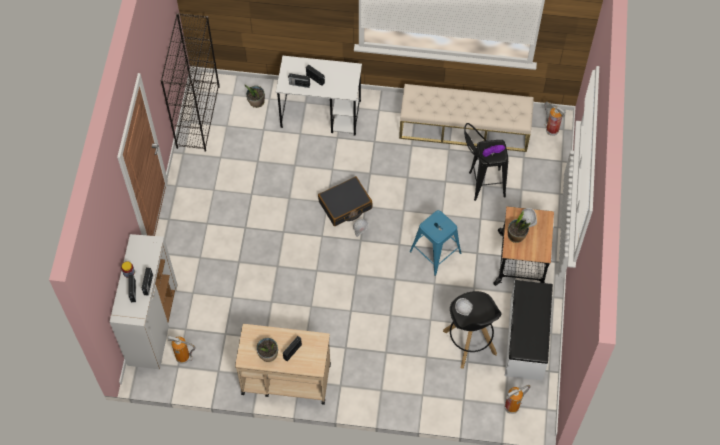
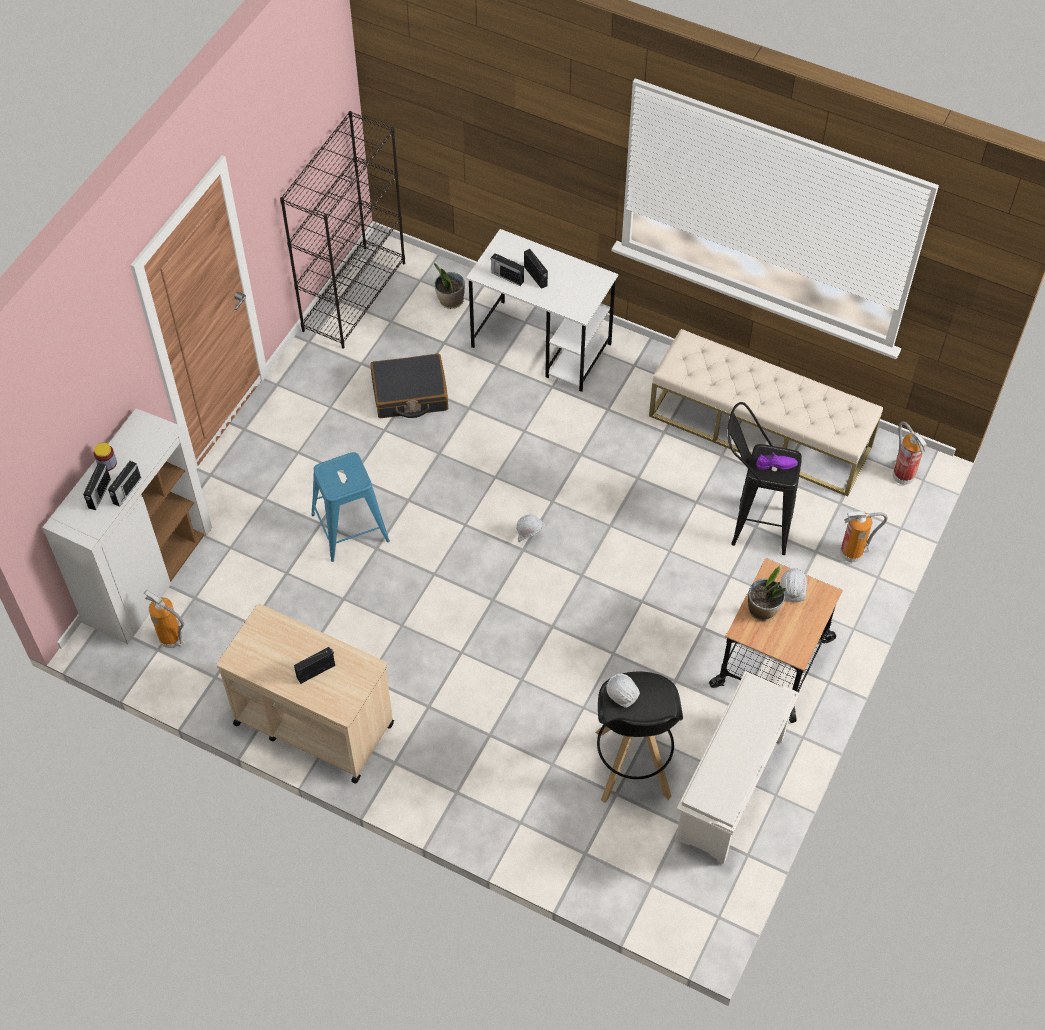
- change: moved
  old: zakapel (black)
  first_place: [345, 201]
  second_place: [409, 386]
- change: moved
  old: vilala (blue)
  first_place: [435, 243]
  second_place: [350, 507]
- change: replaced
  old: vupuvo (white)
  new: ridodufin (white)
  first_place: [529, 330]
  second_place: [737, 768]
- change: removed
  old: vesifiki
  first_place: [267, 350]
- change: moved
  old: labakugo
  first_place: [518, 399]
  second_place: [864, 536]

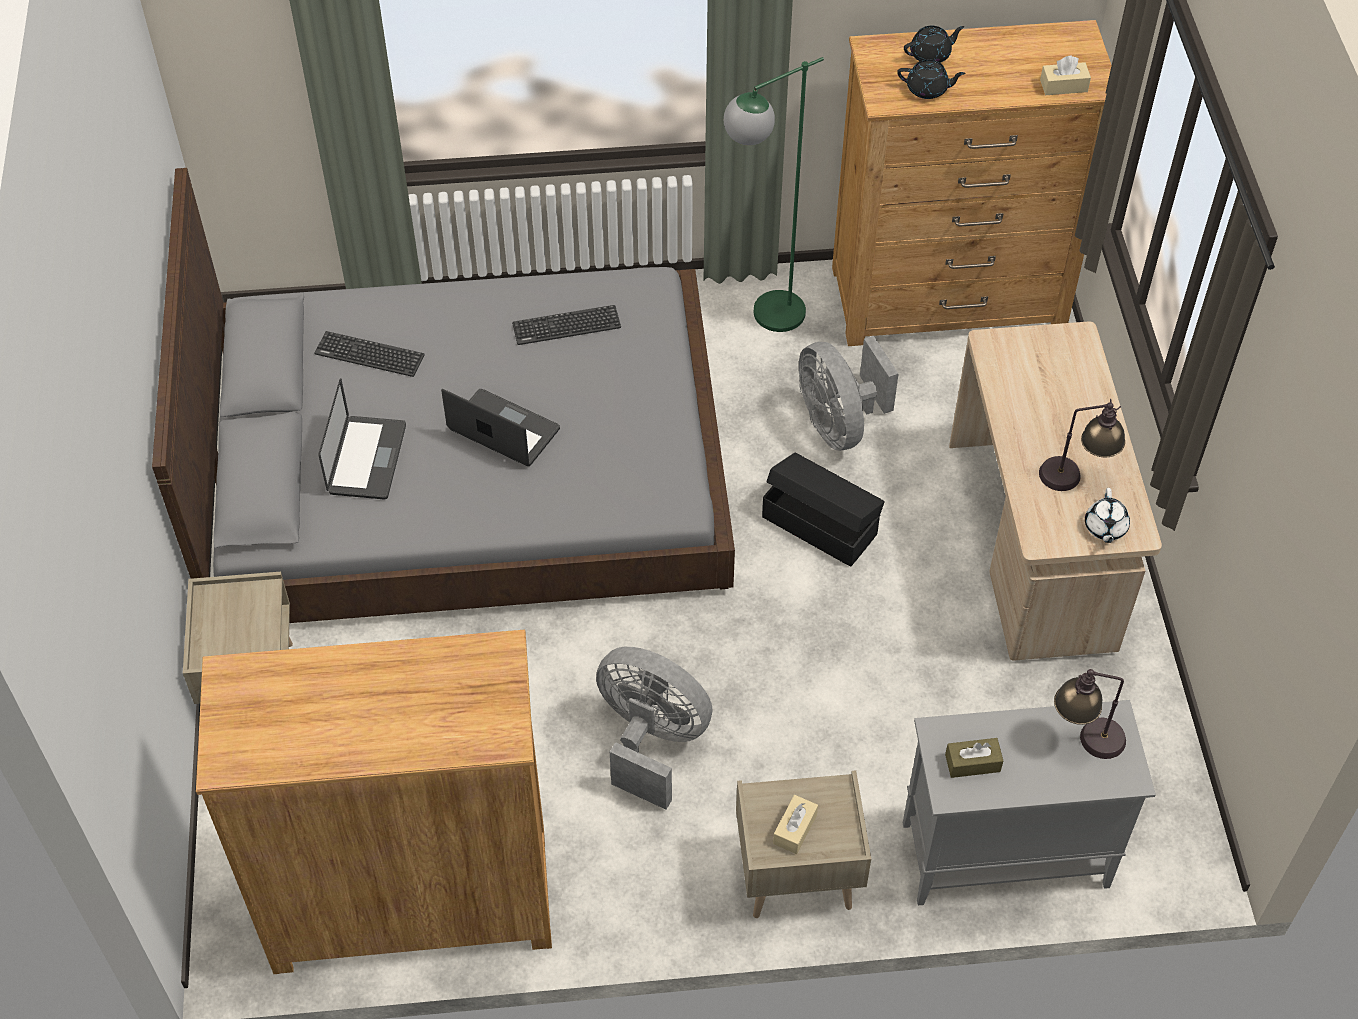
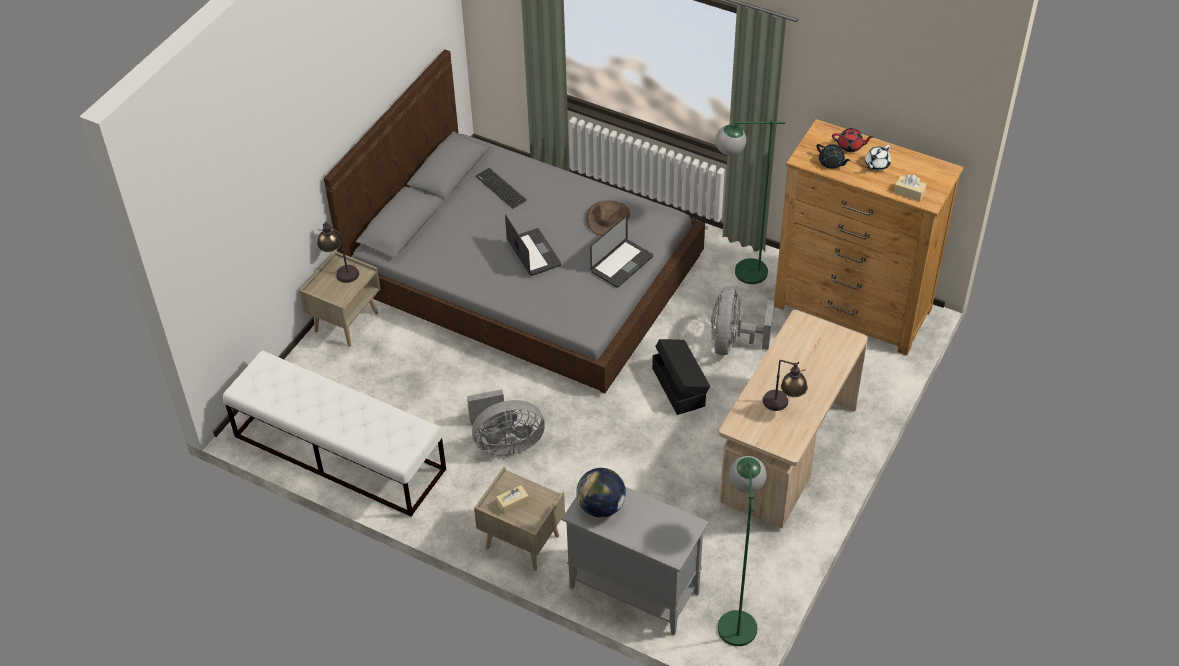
- change: recoloured
  old: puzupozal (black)
  new: puzupozal (red)
  first_place: [934, 44]
  second_place: [852, 140]
- change: replaced
  old: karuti
  new: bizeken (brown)
  first_place: [566, 325]
  second_place: [608, 218]
- change: moved
  old: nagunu
  first_place: [362, 439]
  second_place: [621, 251]
- change: moved
  old: puzupozal (white)
  first_place: [1107, 515]
  second_place: [878, 158]
- change: replaced
  old: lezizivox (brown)
  new: vupuvo (white)
  first_place: [374, 802]
  second_place: [334, 434]
- change: turned
  old: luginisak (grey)
  first_place: [654, 728]
  second_place: [506, 422]
  degrees: 105
- change: moved
  old: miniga
  first_place: [1090, 714]
  second_place: [338, 252]
- change: replaced
  old: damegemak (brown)
  new: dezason
  first_place: [974, 758]
  second_place: [601, 493]
- change: added
  new: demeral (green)
  second_place: [742, 551]

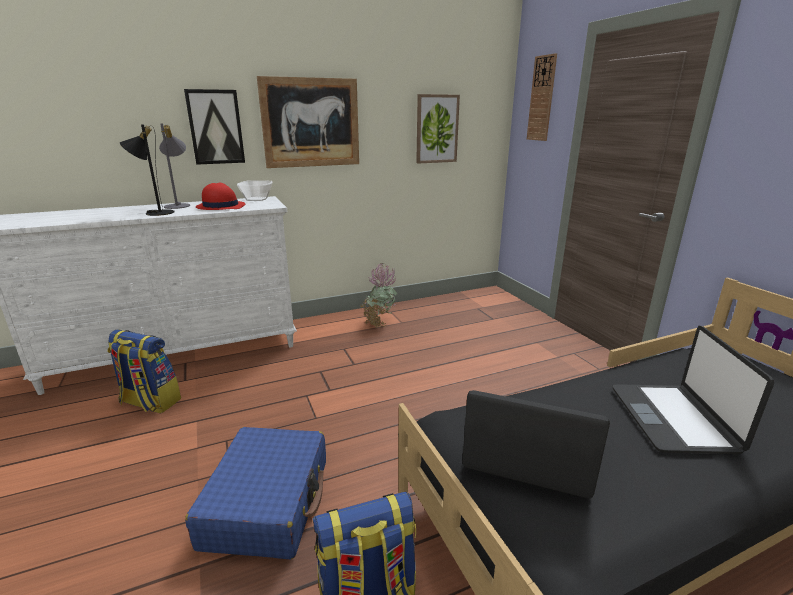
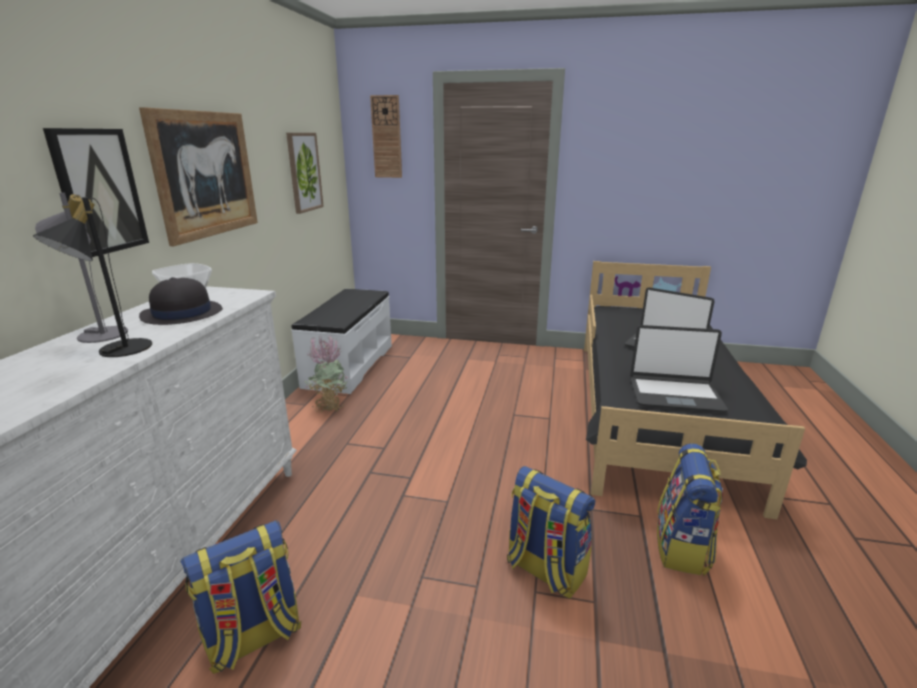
- change: recoloured
  old: bizeken (red)
  new: bizeken (black)
  first_place: [220, 196]
  second_place: [181, 301]
- change: turned
  old: nagunu
  first_place: [536, 444]
  second_place: [679, 369]
  degrees: -135
- change: replaced
  old: zakapel (blue)
  new: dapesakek
  first_place: [255, 493]
  second_place: [551, 532]
- change: added
  new: vupuvo (white)
  second_place: [341, 341]

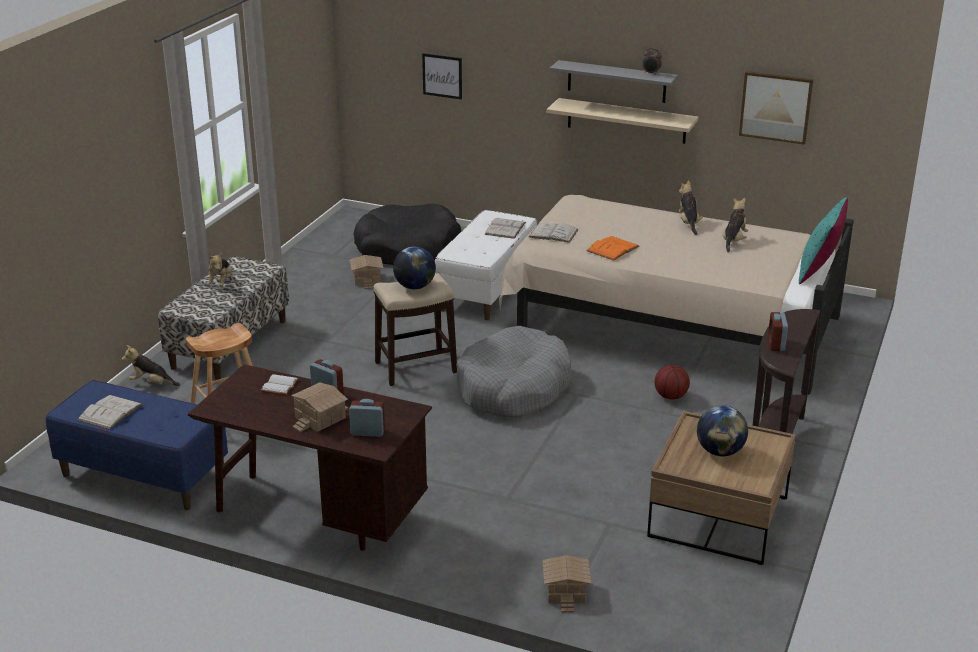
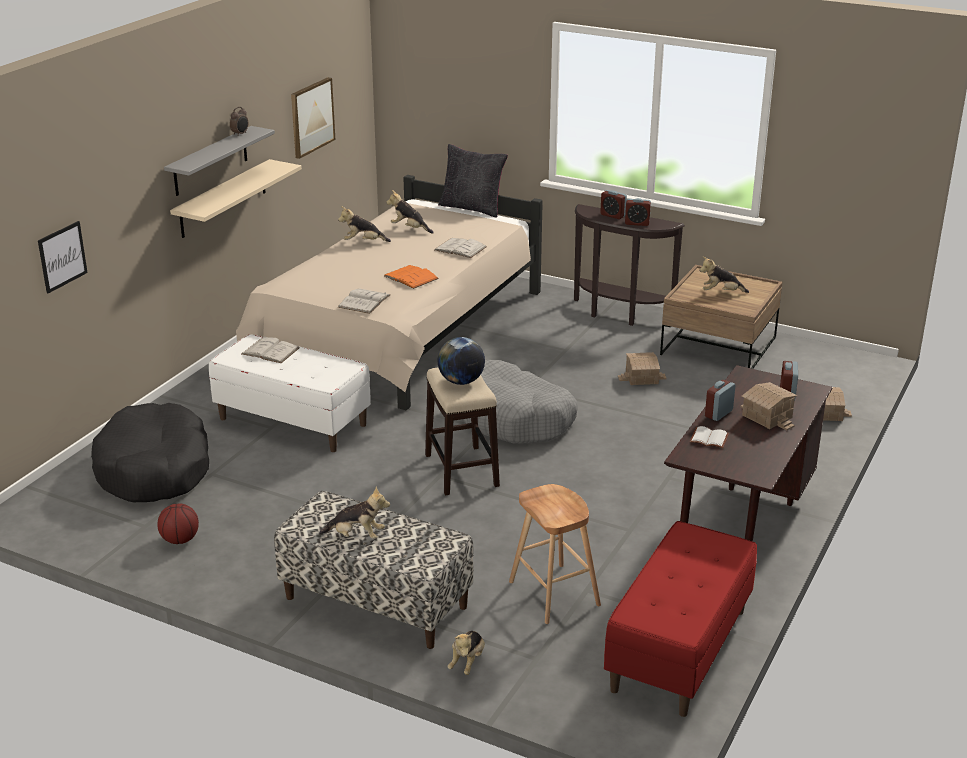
- change: recoloured
  old: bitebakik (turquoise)
  new: bitebakik (black)
  first_place: [823, 240]
  second_place: [473, 180]
- change: moved
  old: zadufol
  first_place: [366, 272]
  second_place: [642, 368]
- change: moved
  old: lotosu
  first_place: [672, 382]
  second_place: [178, 524]
- change: recoloured
  old: vupuvo (blue)
  new: vupuvo (red)
  first_place: [137, 445]
  second_place: [680, 619]
- change: moved
  old: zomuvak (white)
  first_place: [110, 412]
  second_place: [461, 248]
- change: replaced
  old: dezason
  new: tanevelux
  first_place: [722, 430]
  second_place: [724, 274]
- change: added
  new: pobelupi
  second_place: [613, 204]

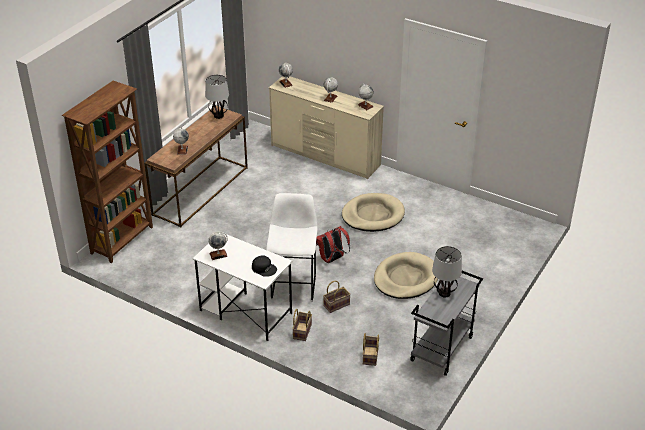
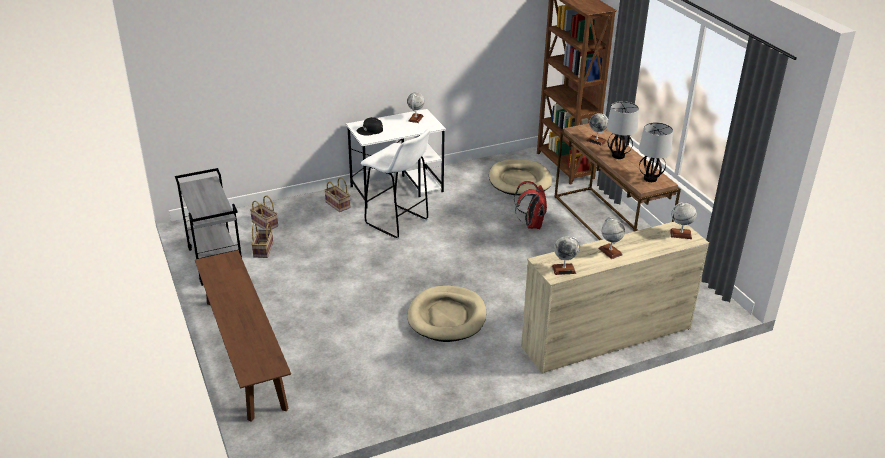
- change: moved
  old: dapesakek (red)
  first_place: [333, 244]
  second_place: [530, 205]
- change: moved
  old: miniga
  first_place: [447, 271]
  second_place: [623, 130]
- change: moved
  old: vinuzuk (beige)
  first_place: [406, 275]
  second_place: [520, 177]
- change: moved
  old: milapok
  first_place: [337, 297]
  second_place: [262, 240]
- change: added
  new: vupuvo (brown)
  second_place: [243, 335]

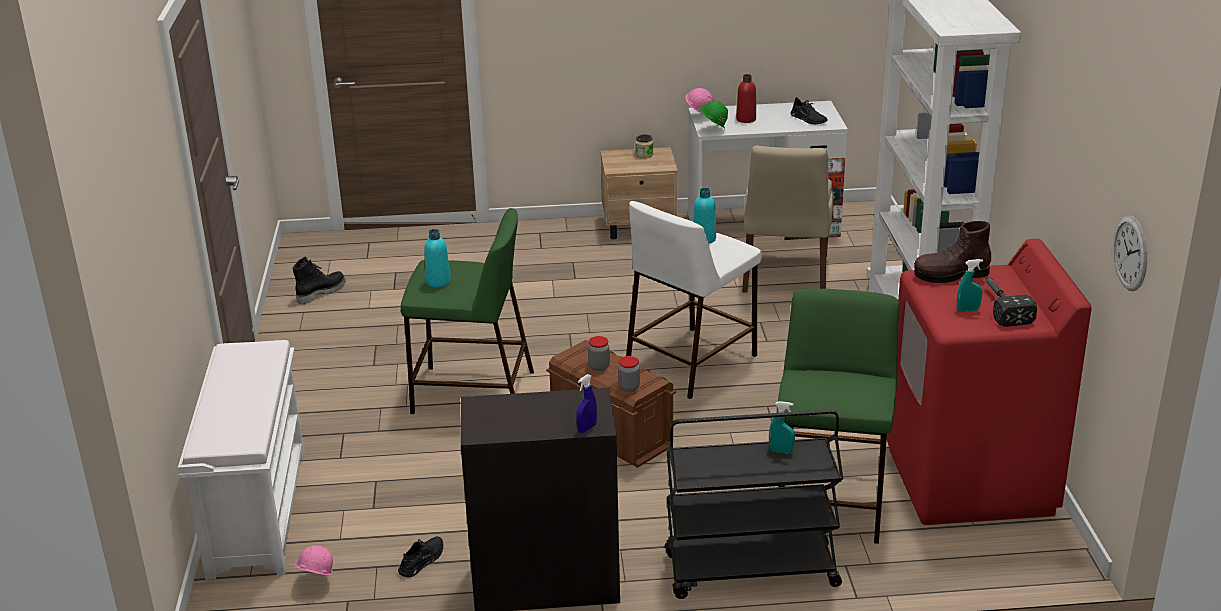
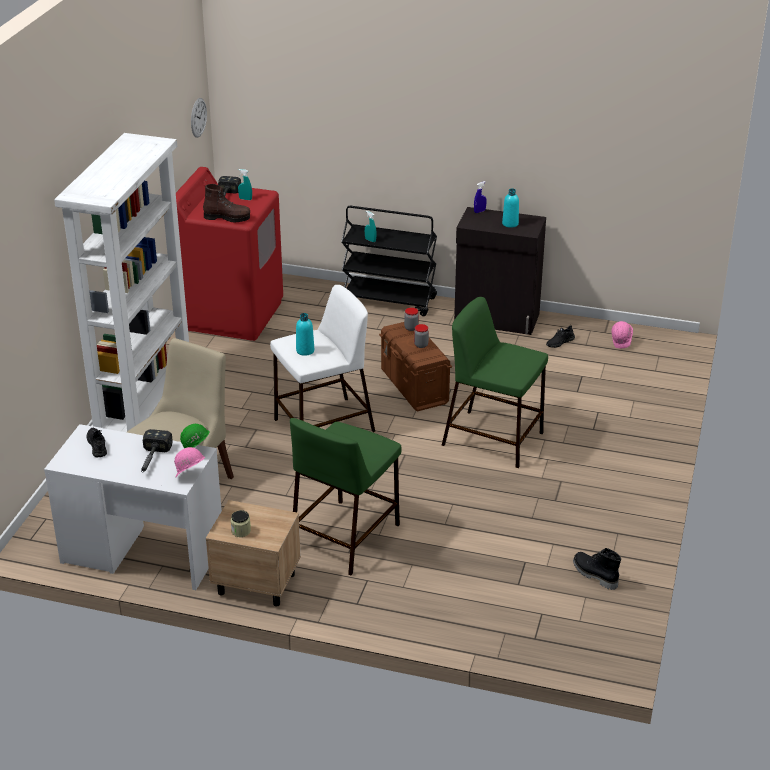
- change: replaced
  old: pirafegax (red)
  new: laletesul
  first_place: [746, 98]
  second_place: [157, 450]
- change: moved
  old: pirafegax (turquoise)
  first_place: [437, 258]
  second_place: [510, 208]
- change: turned
  old: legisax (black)
  first_place: [319, 280]
  second_place: [597, 569]
  degrees: 75
- change: moved
  old: vilala (green)
  first_place: [838, 416]
  second_place: [345, 496]
- change: removed
  old: vupuvo (white)
  first_place: [241, 460]

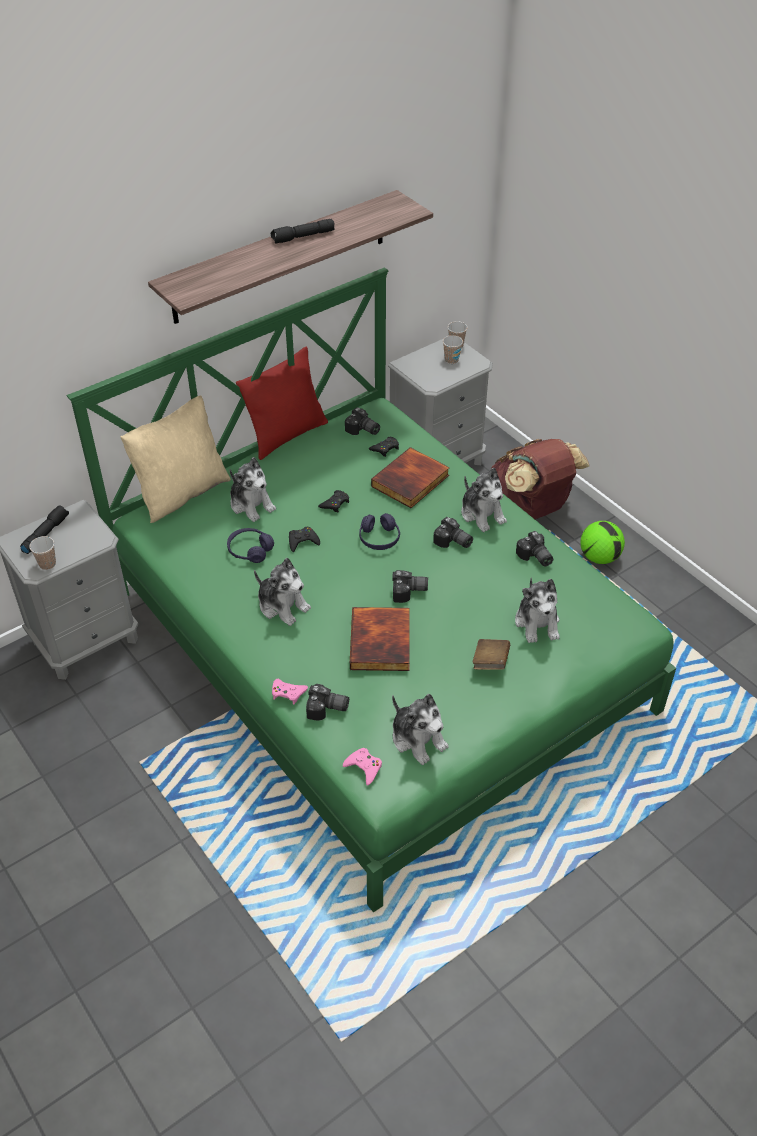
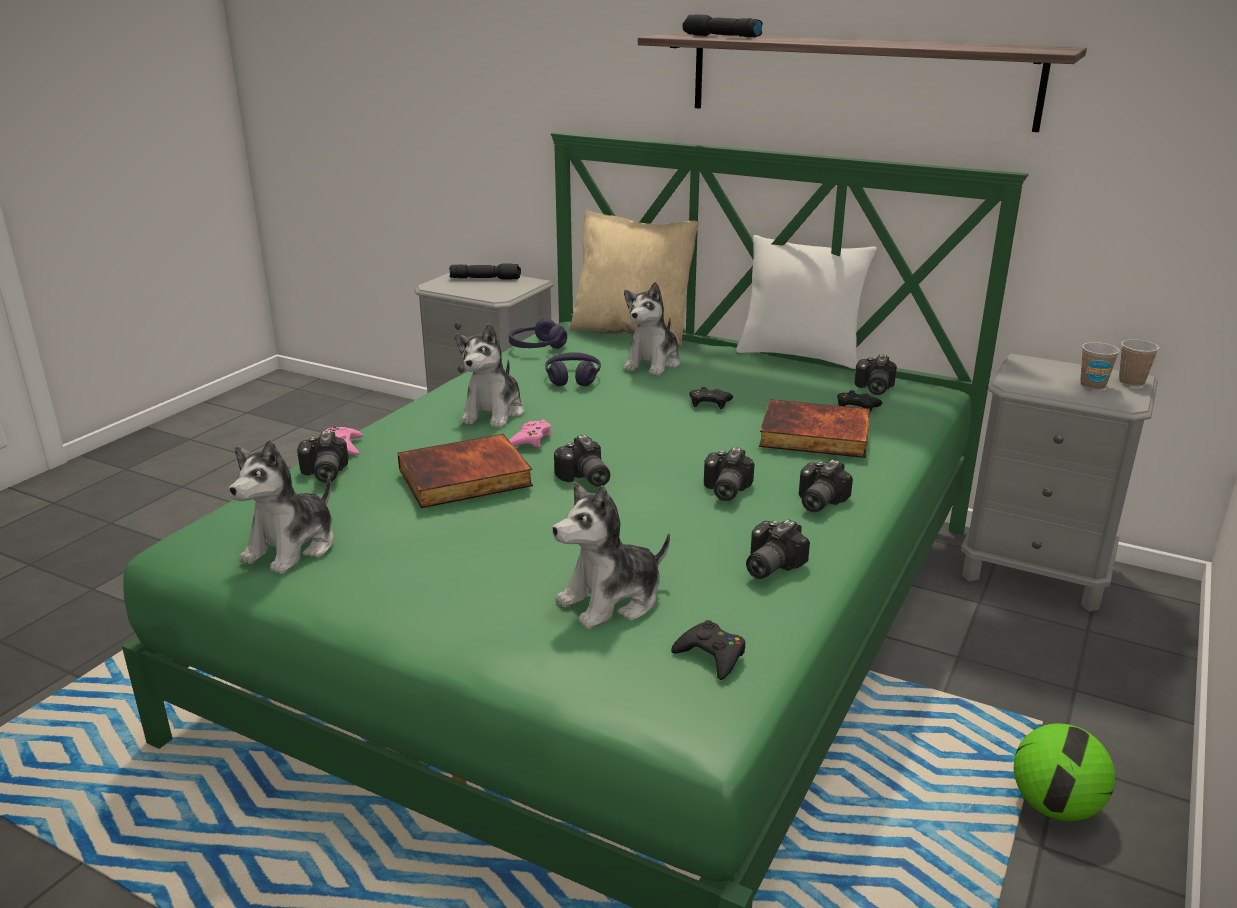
- change: moved
  old: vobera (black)
  first_place: [303, 231]
  second_place: [722, 25]
- change: recoloured
  old: bitebakik (red)
  new: bitebakik (white)
  first_place: [282, 403]
  second_place: [806, 302]
- change: removed
  old: dapesakek (brown)
  first_place: [540, 479]
- change: replaced
  old: tanevelux
  new: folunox
  first_place: [484, 500]
  second_place: [826, 485]
- change: moved
  old: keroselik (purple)
  first_place: [379, 531]
  second_place: [538, 334]
- change: moved
  old: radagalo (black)
  first_place: [304, 539]
  second_place: [708, 650]
- change: removed
  old: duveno
  first_place: [42, 553]
- change: removed
  old: zomuvak (brown)
  first_place: [491, 654]
- change: moved
  old: radagalo (pink)
  first_place: [362, 766]
  second_place: [530, 433]

